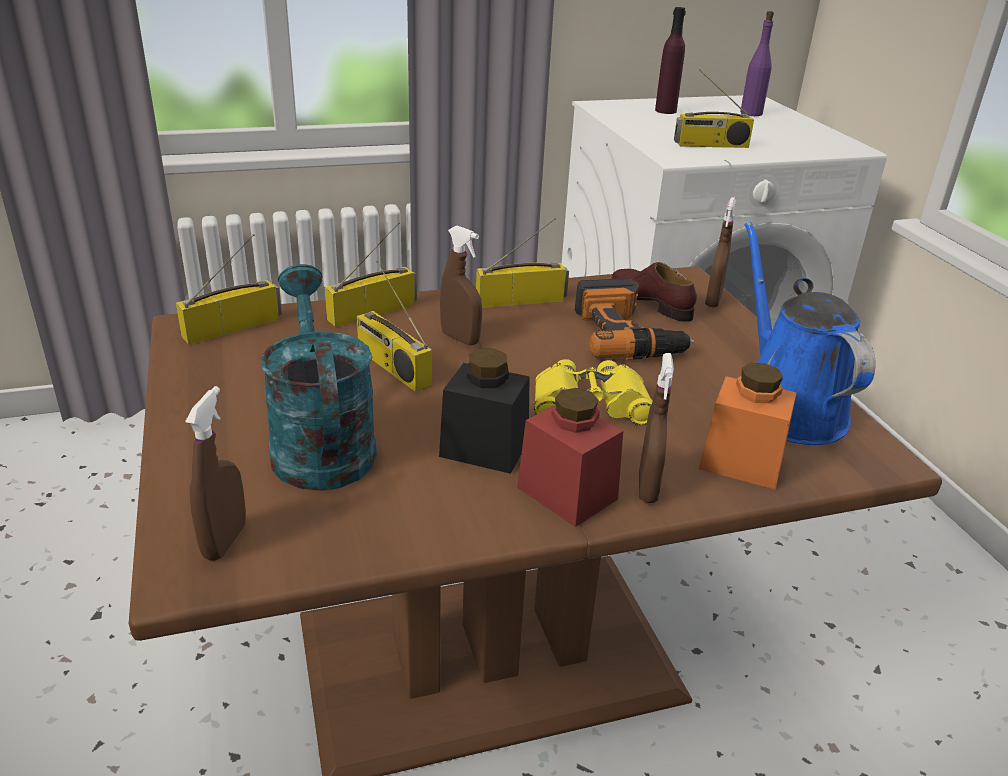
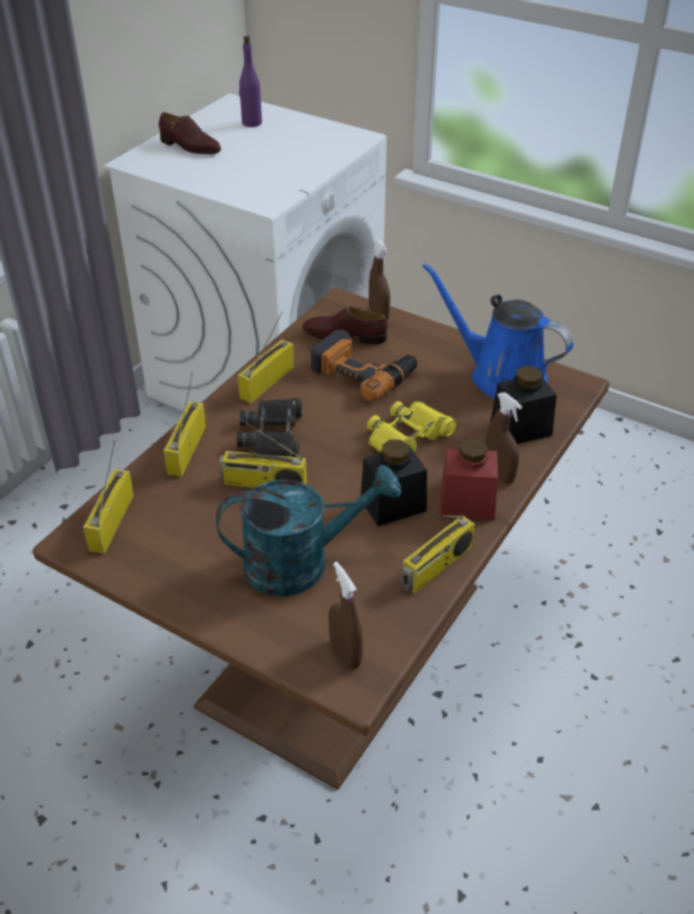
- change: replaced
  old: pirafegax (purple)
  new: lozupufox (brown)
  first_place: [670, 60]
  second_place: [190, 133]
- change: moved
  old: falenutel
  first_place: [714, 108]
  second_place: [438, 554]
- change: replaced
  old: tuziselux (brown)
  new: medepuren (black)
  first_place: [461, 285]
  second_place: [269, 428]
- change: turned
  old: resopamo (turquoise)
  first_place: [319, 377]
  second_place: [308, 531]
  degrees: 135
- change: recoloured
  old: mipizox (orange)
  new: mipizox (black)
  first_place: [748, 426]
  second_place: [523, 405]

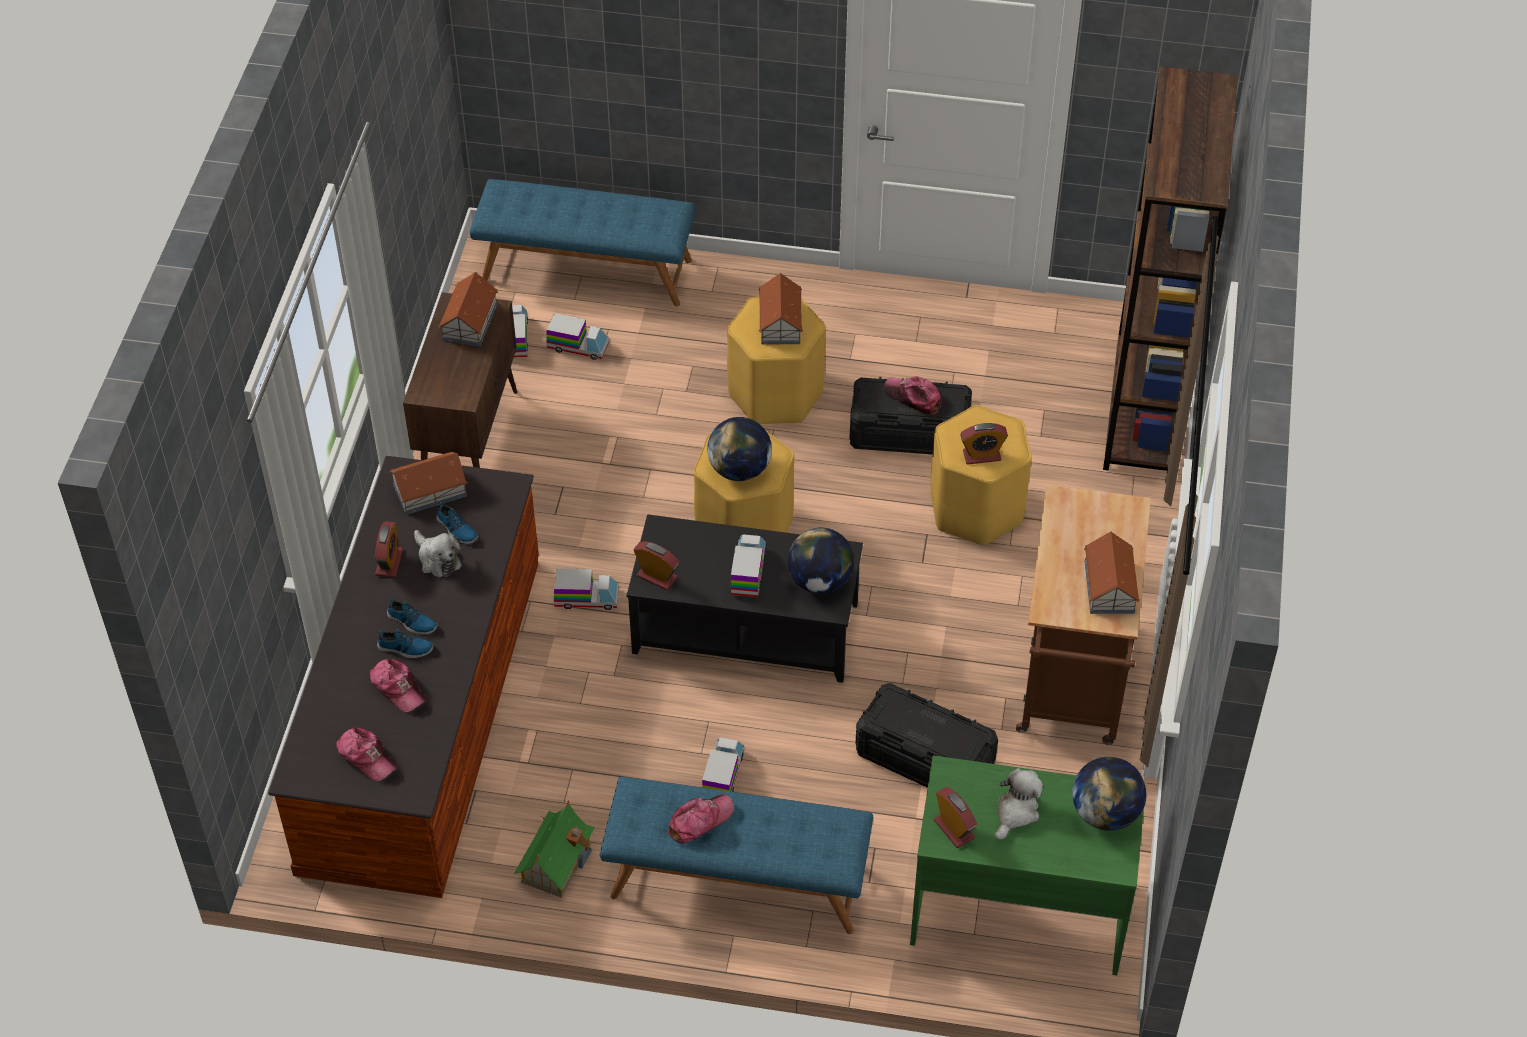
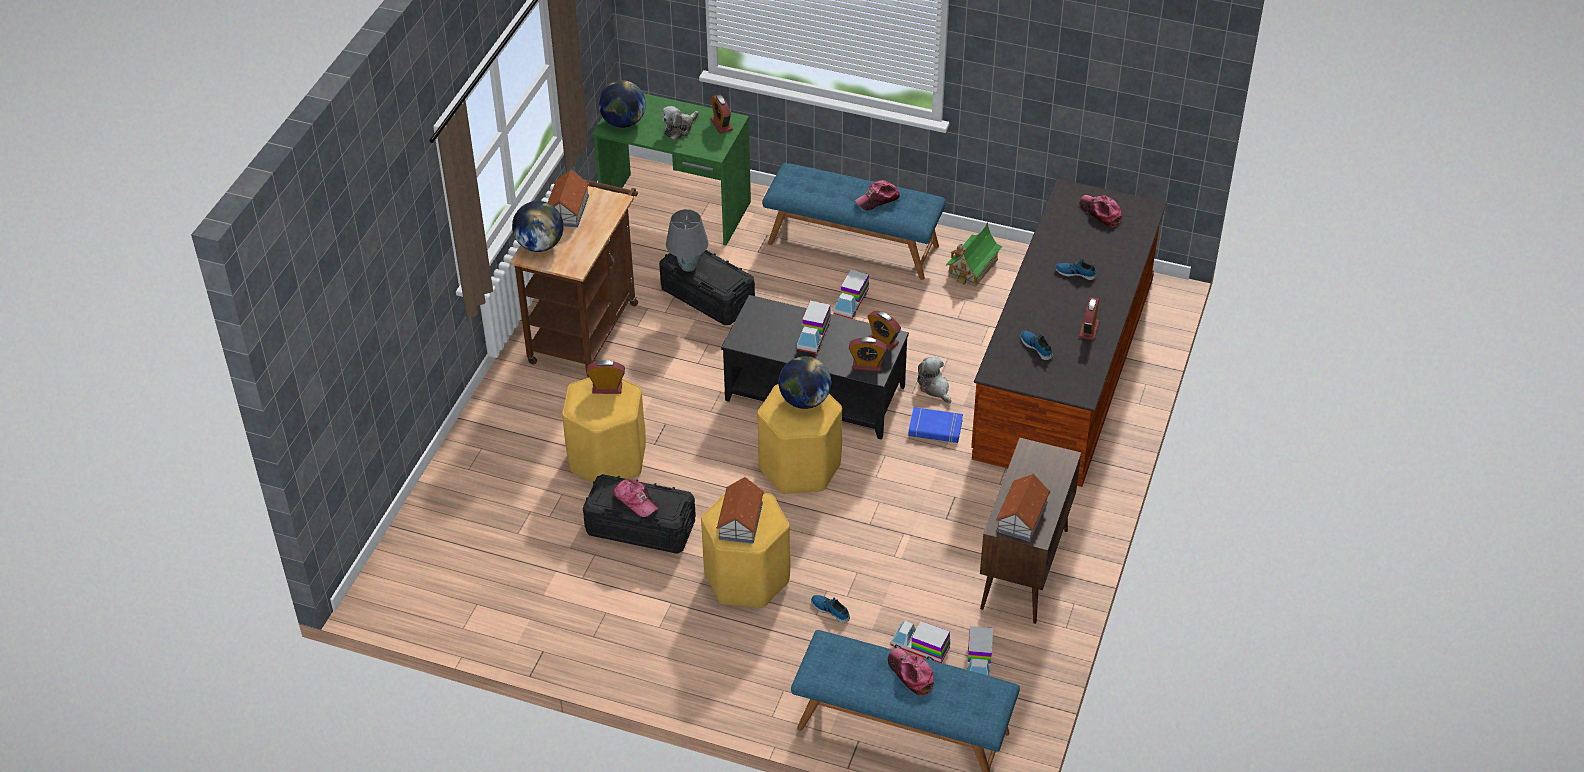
- change: removed
  old: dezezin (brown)
  first_place: [1170, 269]
- change: removed
  old: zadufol
  first_place: [428, 483]
- change: moved
  old: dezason
  first_place: [821, 561]
  second_place: [538, 226]
- change: moved
  old: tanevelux
  first_place: [438, 553]
  second_place: [934, 379]
- change: replaced
  old: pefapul
  new: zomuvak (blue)
  first_place: [586, 589]
  second_place: [935, 425]
- change: moved
  old: lozupufox
  first_place: [412, 616]
  second_place: [830, 609]
- change: moved
  old: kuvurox
  first_place: [398, 685]
  second_place: [911, 672]
- change: added
  new: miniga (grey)
  second_place: [687, 240]
- change: added
  new: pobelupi
  second_place: [868, 354]

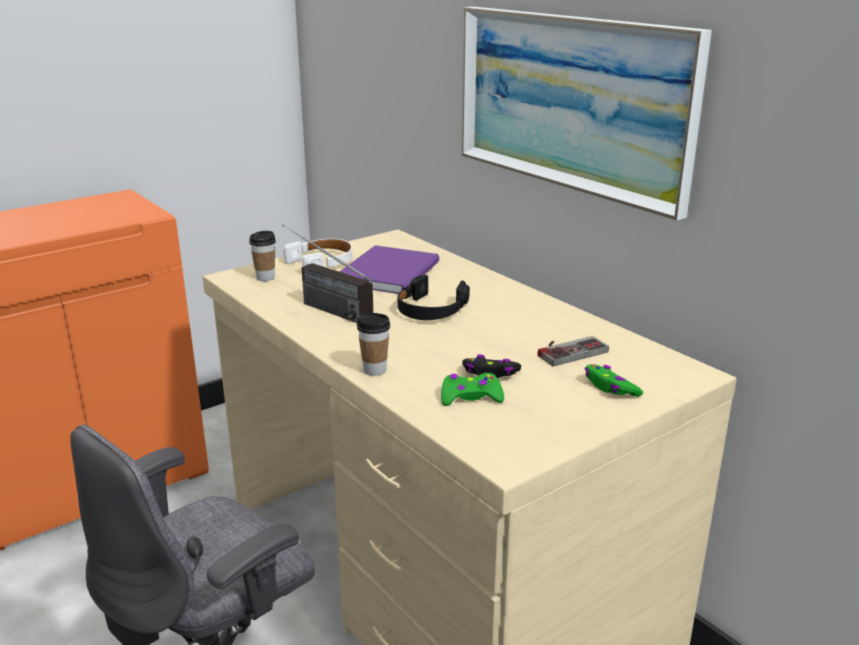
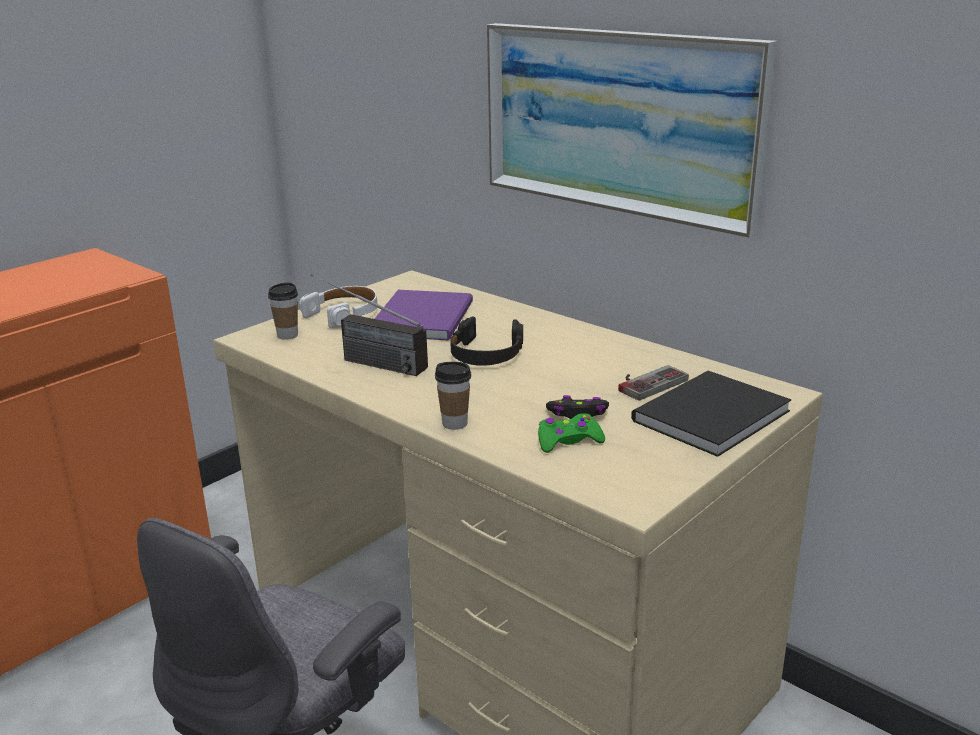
- change: replaced
  old: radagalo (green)
  new: zomuvak (black)
  first_place: [614, 380]
  second_place: [711, 414]

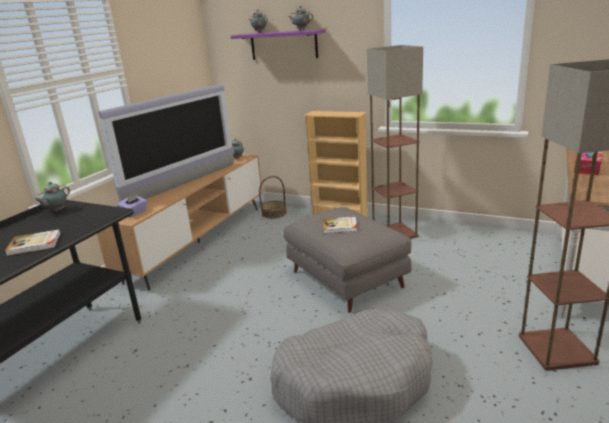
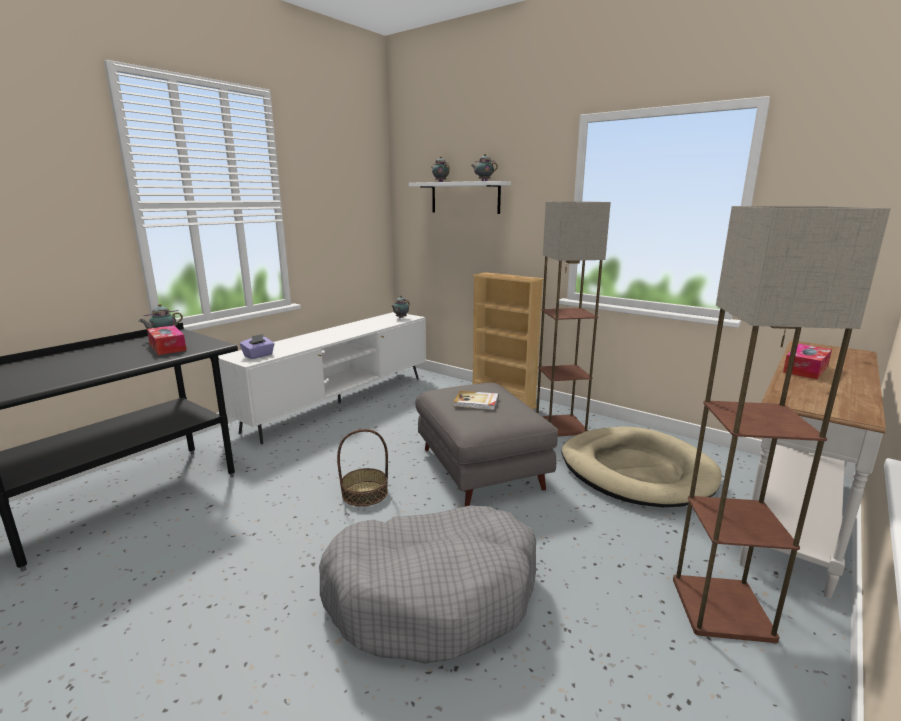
- change: recoloured
  old: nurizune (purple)
  new: nurizune (white)
  first_place: [278, 44]
  second_place: [460, 197]
- change: removed
  old: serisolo
  first_place: [166, 142]
- change: recoloured
  old: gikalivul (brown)
  new: gikalivul (white)
  first_place: [180, 222]
  second_place: [322, 378]
- change: moved
  old: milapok
  first_place: [273, 197]
  second_place: [362, 467]
- change: removed
  old: zomuvak
  first_place: [33, 242]
- change: added
  new: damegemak
  second_place: [167, 340]
- change: added
  new: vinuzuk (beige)
  second_place: [642, 466]

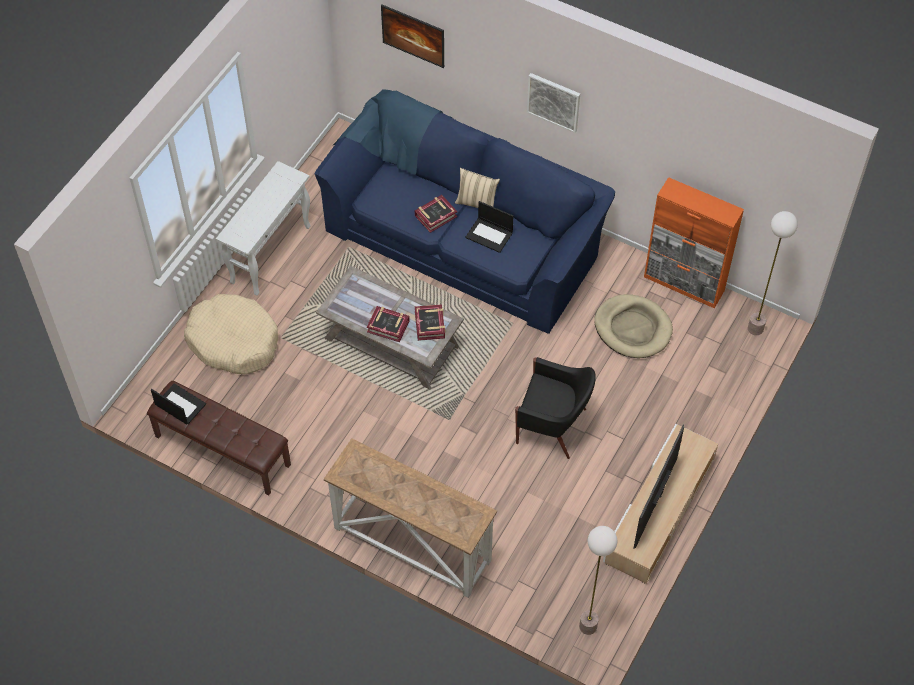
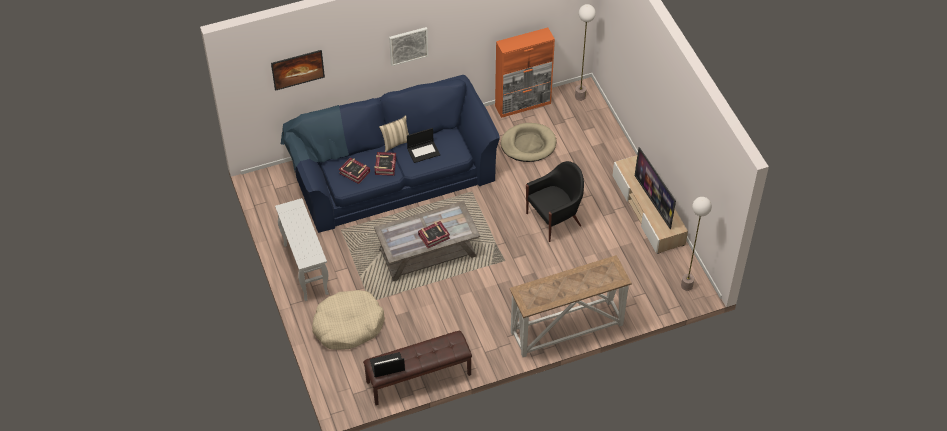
- change: moved
  old: zomuvak
  first_place: [430, 322]
  second_place: [354, 170]

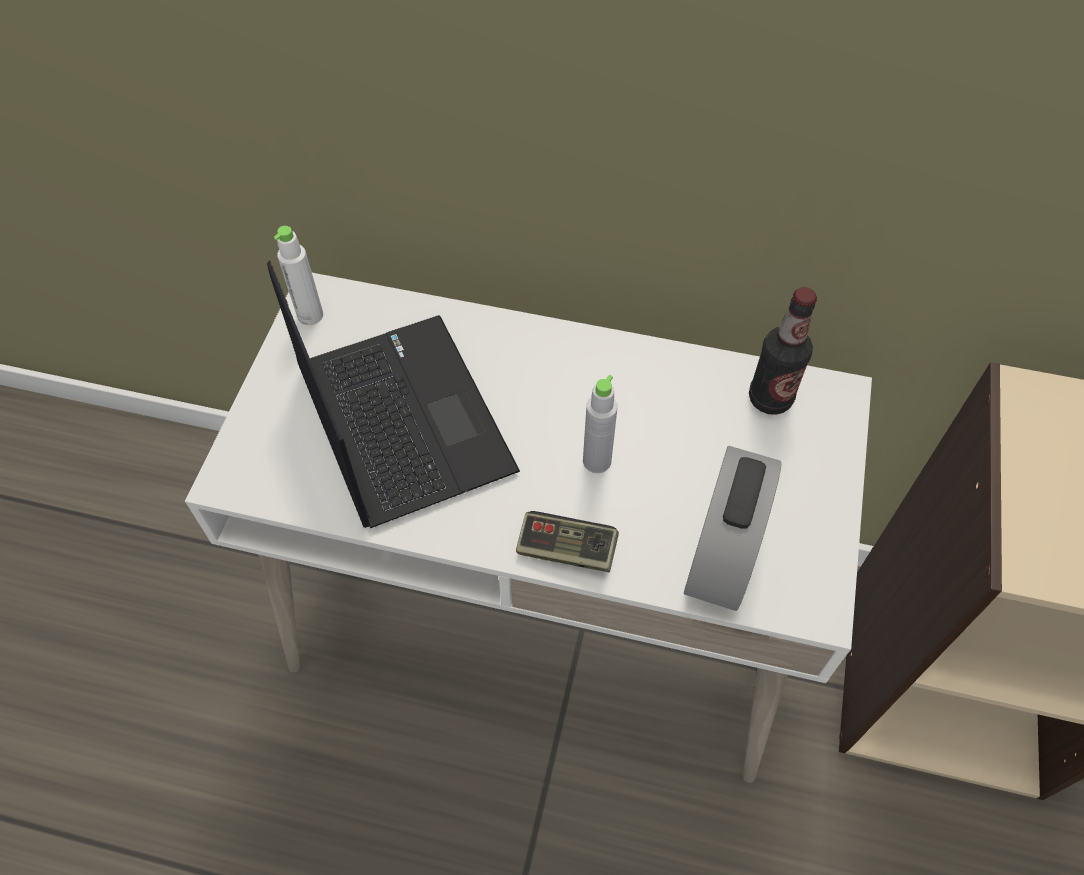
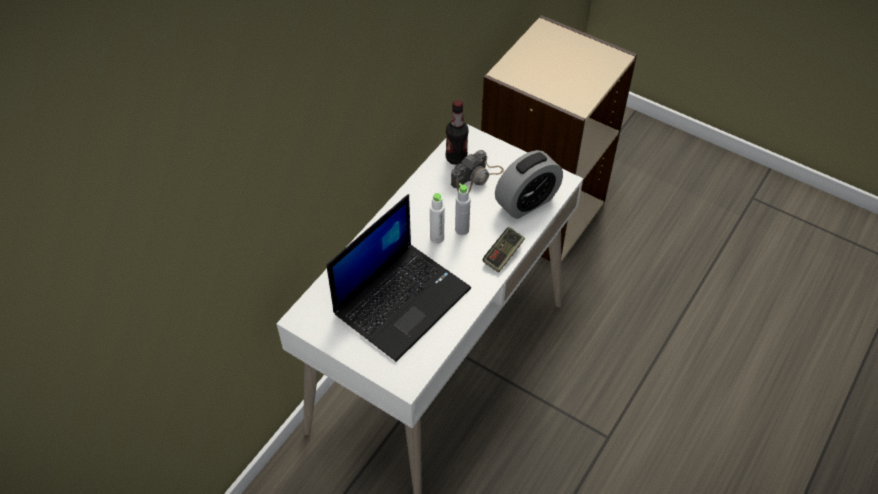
- change: moved
  old: pirafegax (white)
  first_place: [298, 275]
  second_place: [437, 218]
- change: turned
  old: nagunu
  first_place: [393, 394]
  second_place: [399, 278]
  degrees: 135
- change: turned
  old: pobelupi
  first_place: [733, 528]
  second_place: [529, 184]
  degrees: 105
- change: added
  new: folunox
  second_place: [477, 171]

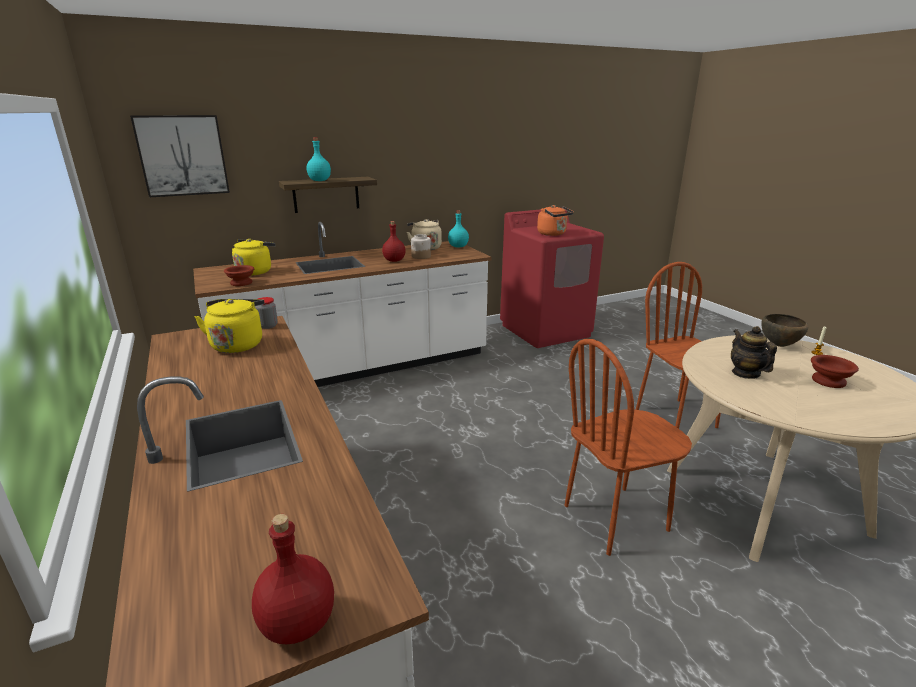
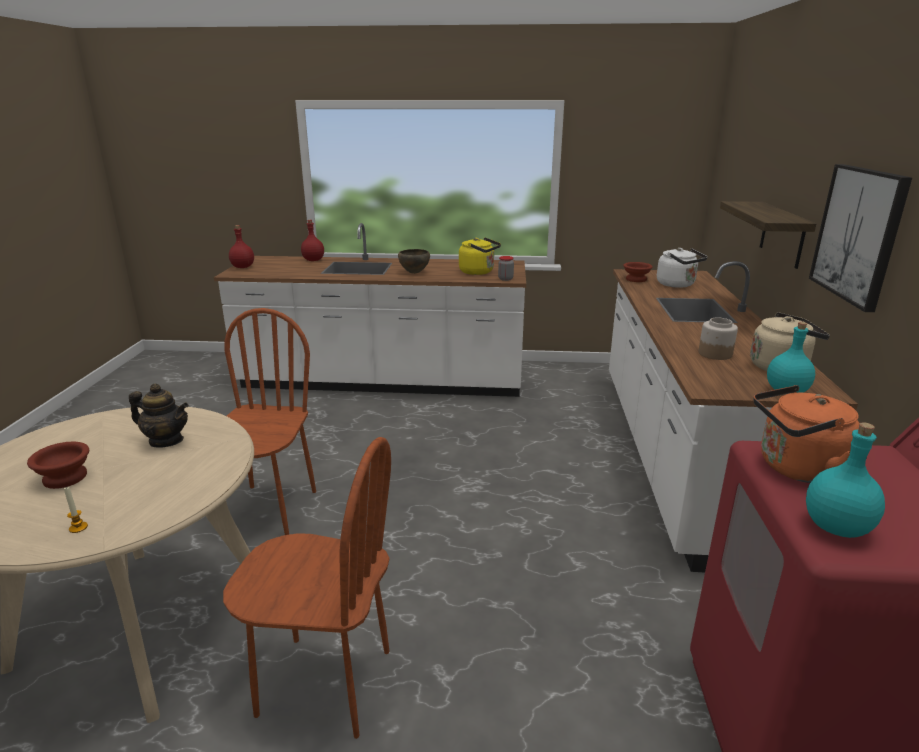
- change: moved
  old: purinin
  first_place: [180, 156]
  second_place: [860, 238]
- change: moved
  old: pirafegax (turquoise)
  first_place: [319, 159]
  second_place: [845, 480]
- change: moved
  old: pirafegax (red)
  first_place: [394, 241]
  second_place: [312, 240]
- change: recoloured
  old: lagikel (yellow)
  new: lagikel (white)
  first_place: [254, 257]
  second_place: [682, 268]
- change: moved
  old: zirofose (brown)
  first_place: [784, 330]
  second_place: [414, 261]

